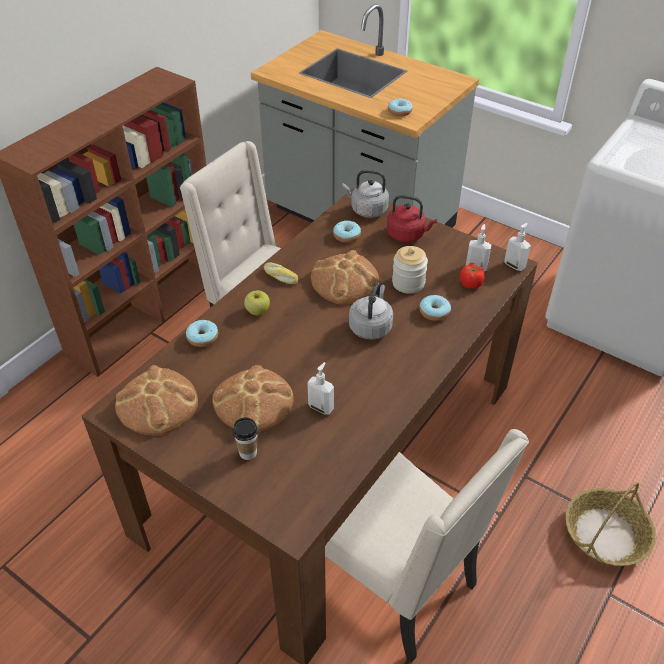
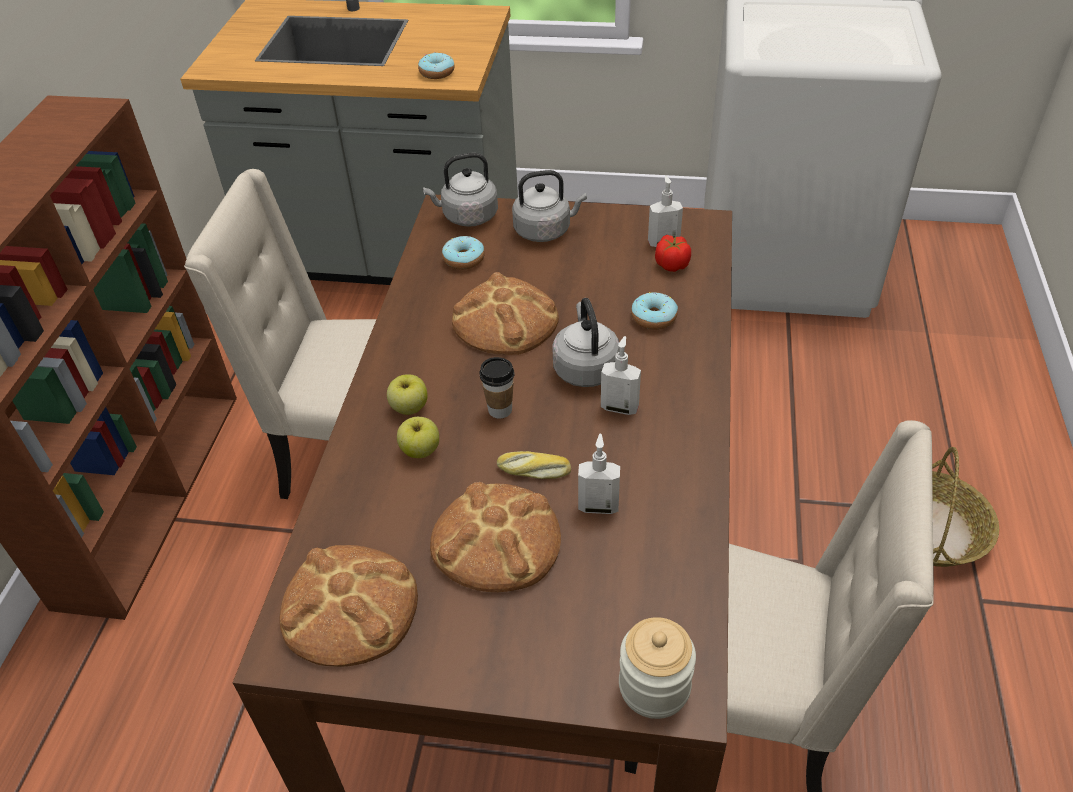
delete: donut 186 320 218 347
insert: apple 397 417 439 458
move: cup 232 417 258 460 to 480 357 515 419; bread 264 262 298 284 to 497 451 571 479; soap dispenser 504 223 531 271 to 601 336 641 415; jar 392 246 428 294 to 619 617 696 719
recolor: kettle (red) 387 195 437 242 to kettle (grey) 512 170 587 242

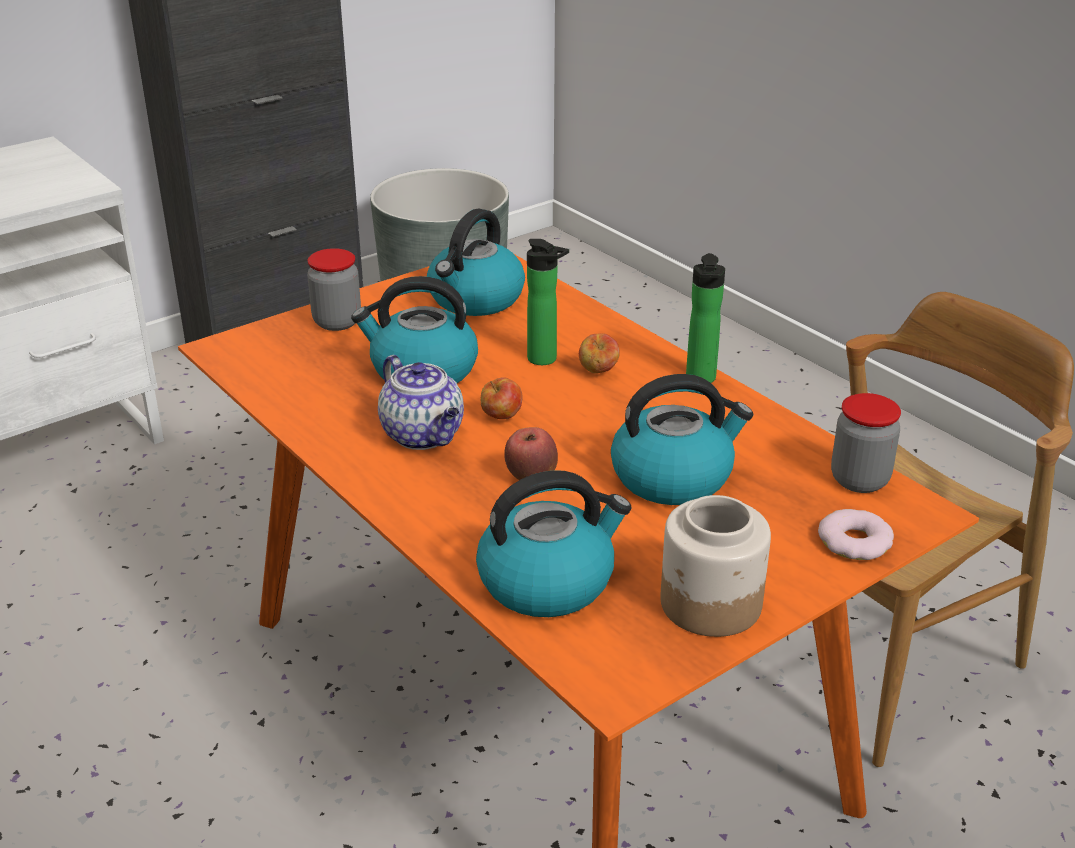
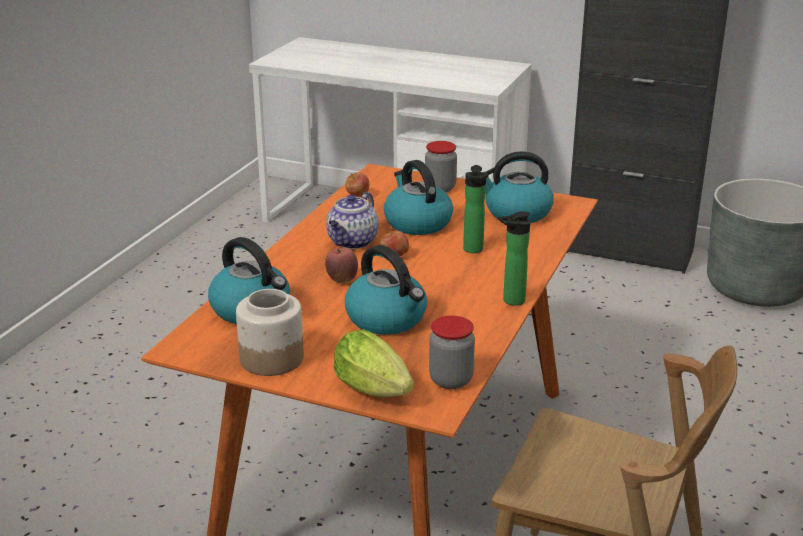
move: apple 579 333 620 374 to 345 172 369 196
replace: donut 818 509 894 560 to lettuce 334 329 414 397

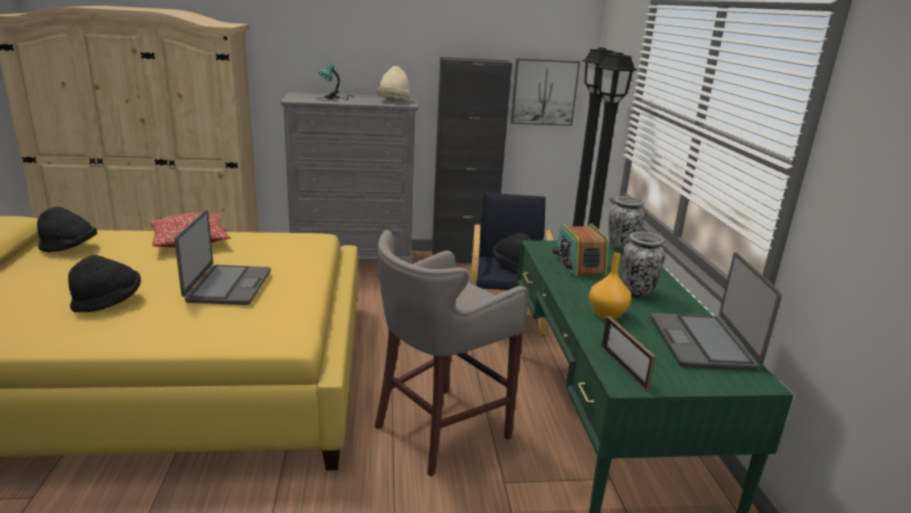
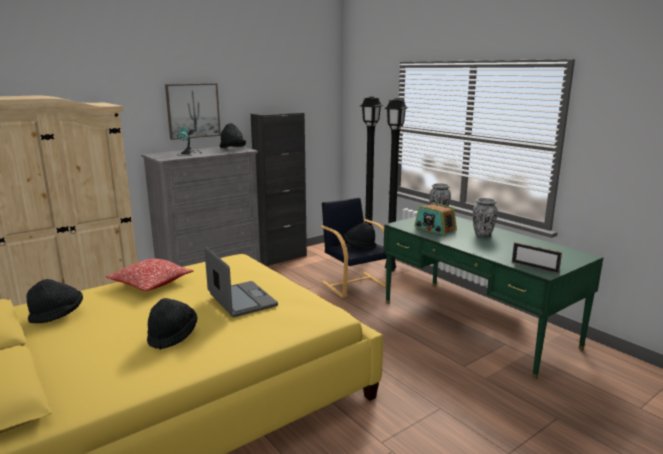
delete: stool (grey) 375 230 529 477; vase (orange) 589 253 631 319; laptop 650 252 782 370
move: picture 511 58 580 126 to 165 84 221 140
recolor: hat (beige) 377 66 410 99 to hat (black) 220 123 246 148

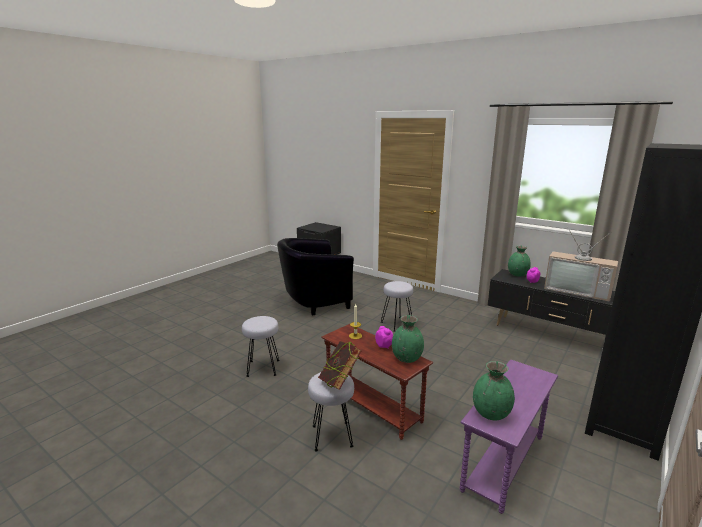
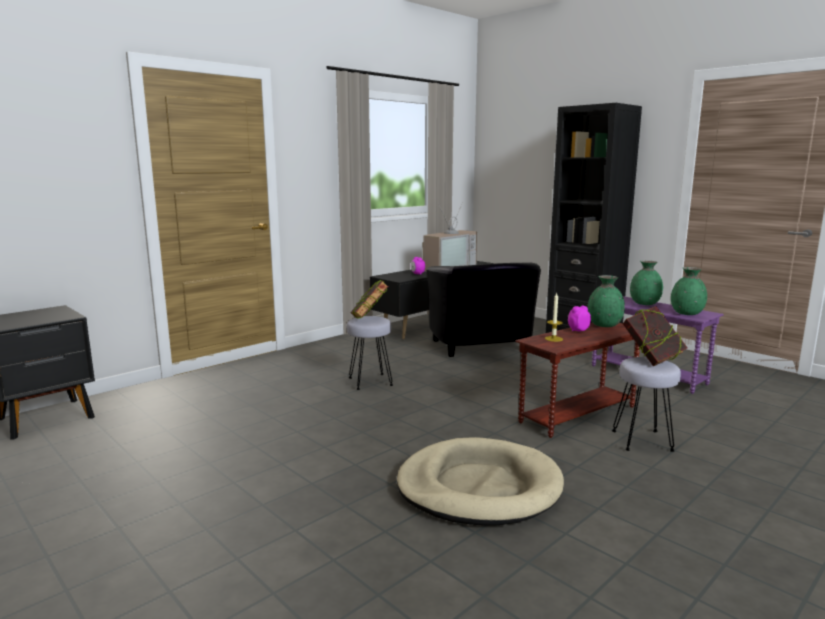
insert: book 350 280 388 319
move: armchair (black) 277 238 354 316 to 427 263 541 357; vase (green) 508 246 531 277 to 630 260 663 305
replace: stool (grey) 242 316 279 377 to dog bed (beige) 397 437 564 526

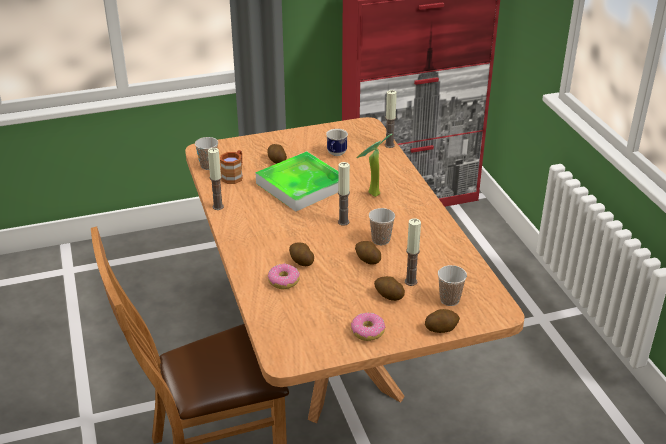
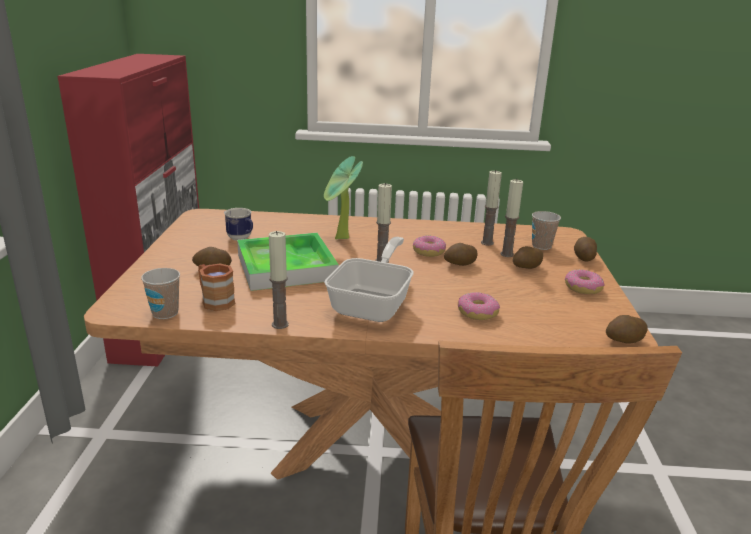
insert: frying pan 324 237 414 322
move: candle 384 90 397 148 to 481 171 502 246; potato 289 242 314 266 to 606 315 648 344
replace: cup 369 208 395 245 to donut 413 235 446 257

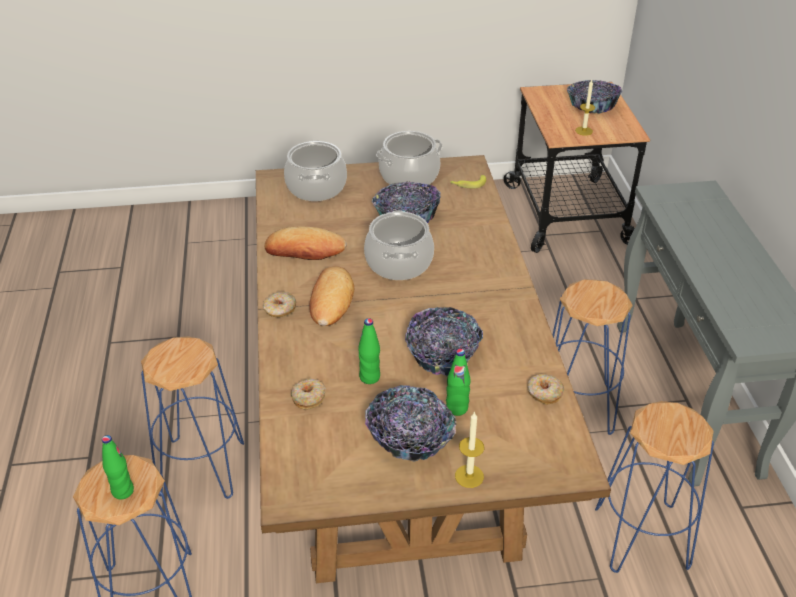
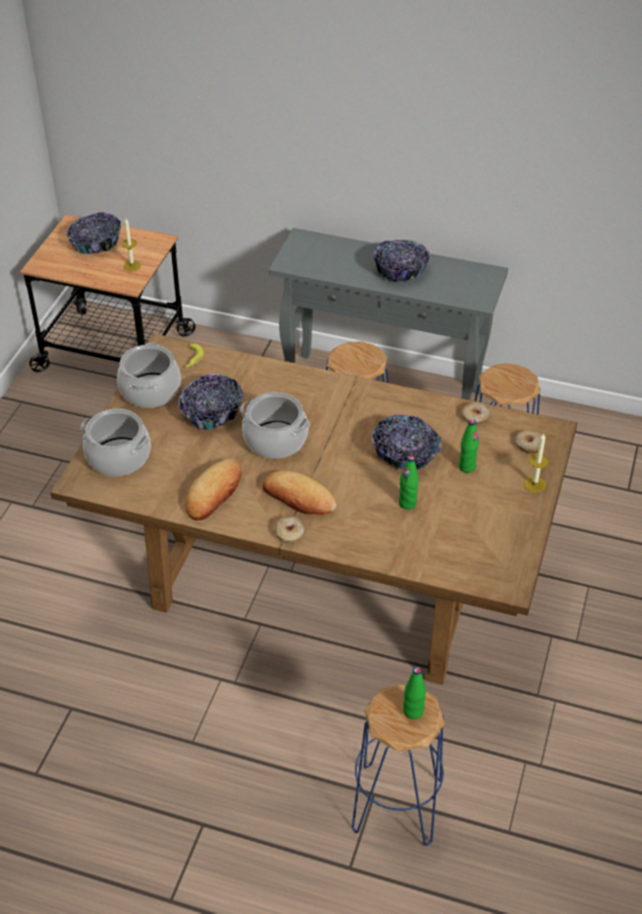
delete: stool (blue) 141 337 244 499
move: bowl 365 385 457 461 to 373 240 431 282; donut 291 379 326 410 to 516 430 546 454

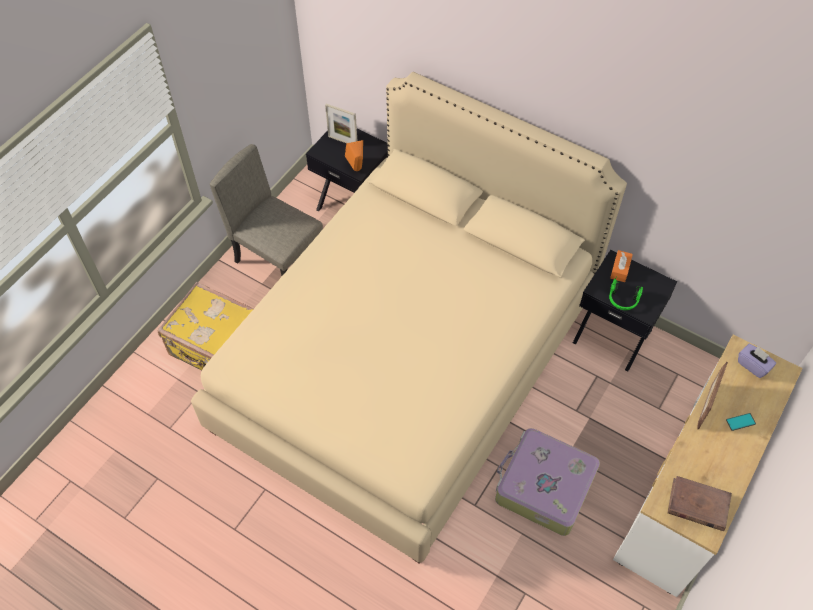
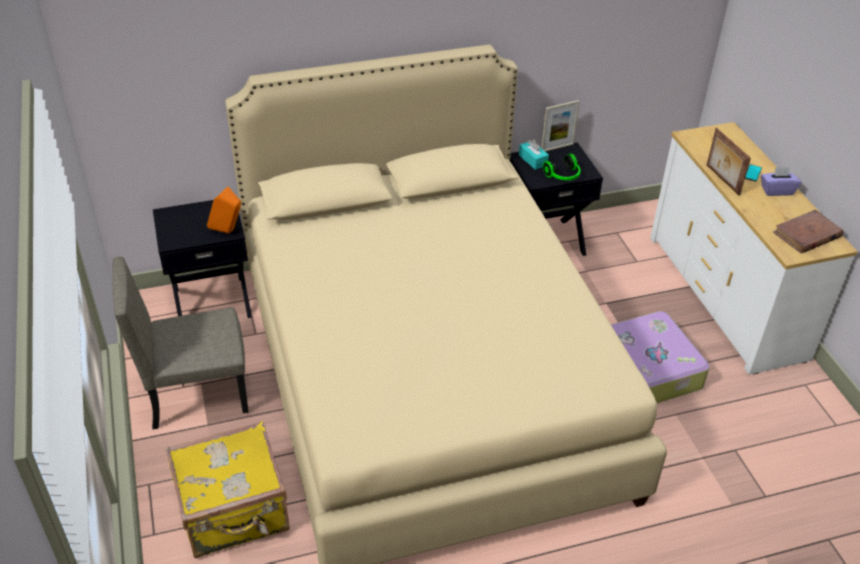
move: picture frame 325 104 357 143 to 541 100 580 152; tissue box (purple) 738 344 776 378 to 761 167 801 196
recolor: tissue box (orange) 610 250 633 282 to tissue box (turquoise) 519 139 549 170

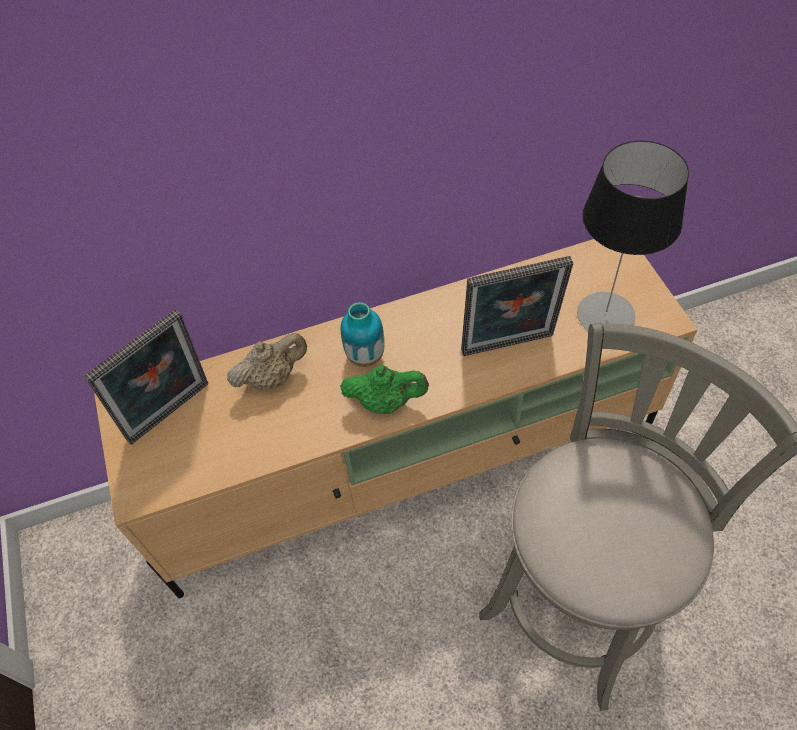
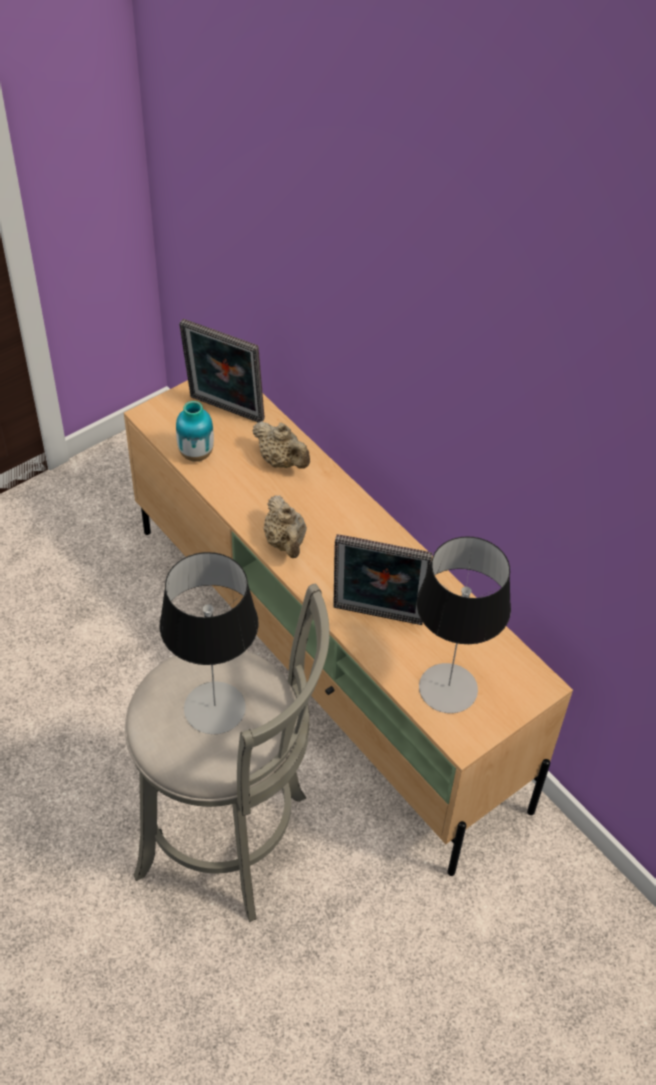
insert: table lamp 160 552 259 734
move: vase 341 302 385 367 to 176 401 214 462
recolor: teapot (green) 340 365 429 414 to teapot (beige) 263 495 307 558
rotate: picture frame 461 256 573 356 = 333 534 432 625 45 degrees counterclockwise

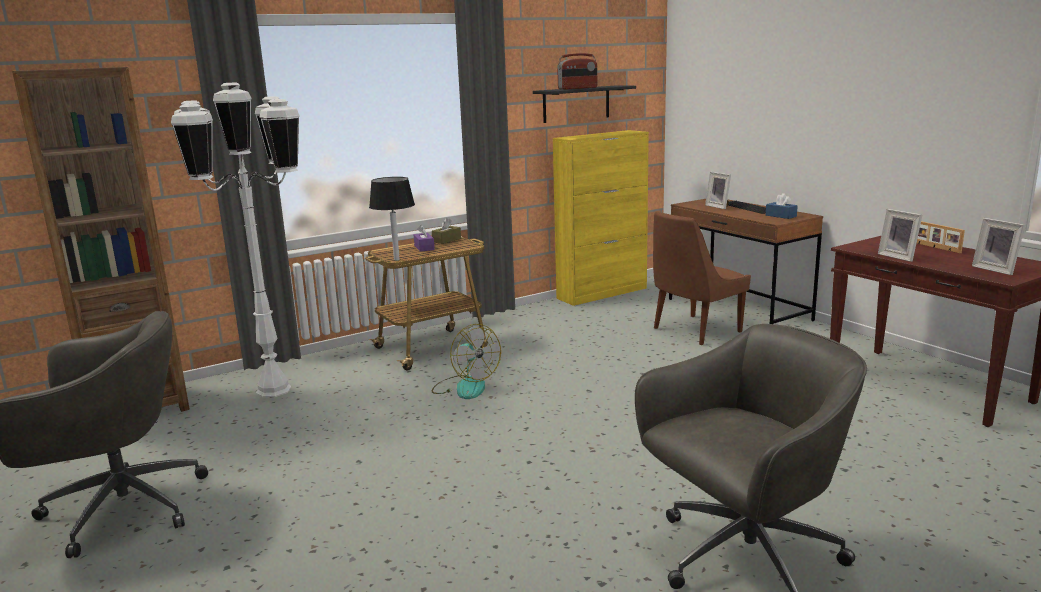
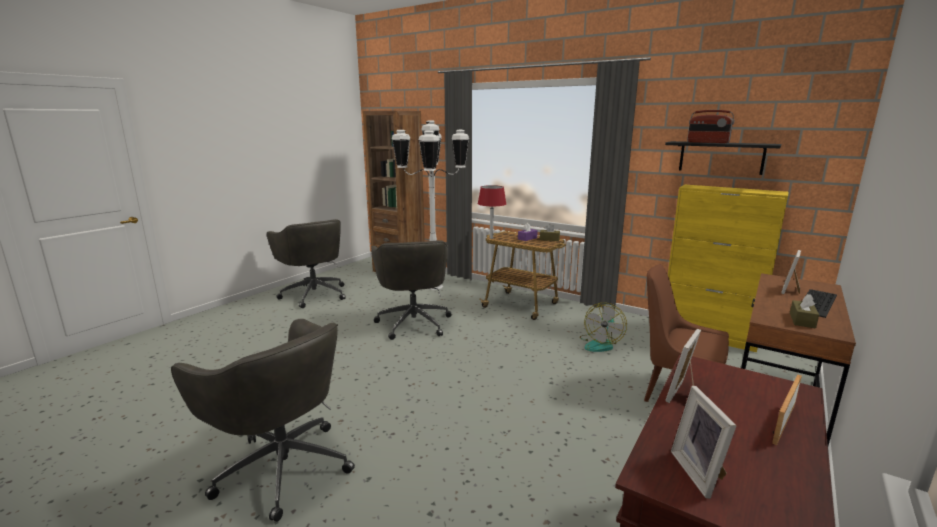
insert: office chair (grey) 371 240 452 340
move: fan 432 324 501 399 to 580 303 627 352
recolor: table lamp (black) 369 177 415 261 to table lamp (red) 478 185 506 239; tissue box (blue) 766 193 798 219 to tissue box (brown) 790 294 819 329
rotate: picture frame 972 218 1025 275 = 671 386 737 499 45 degrees counterclockwise

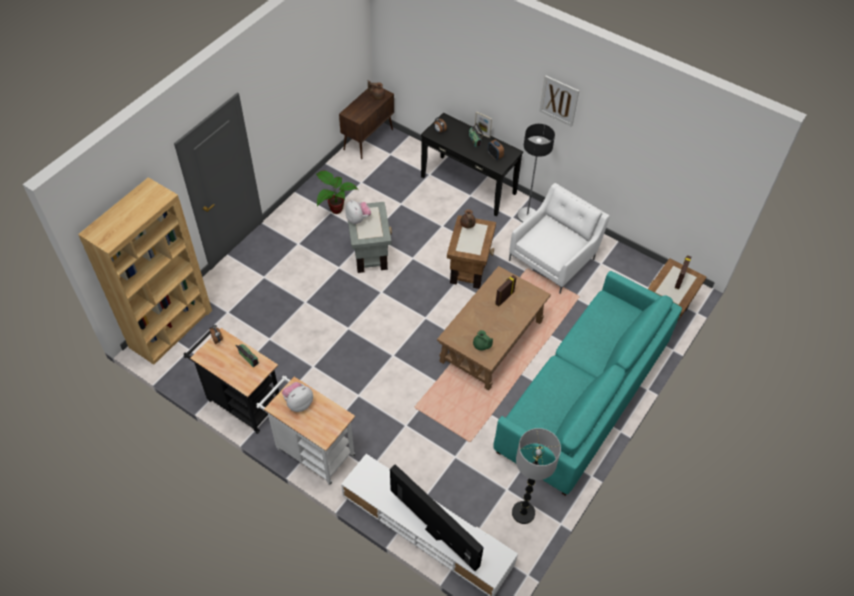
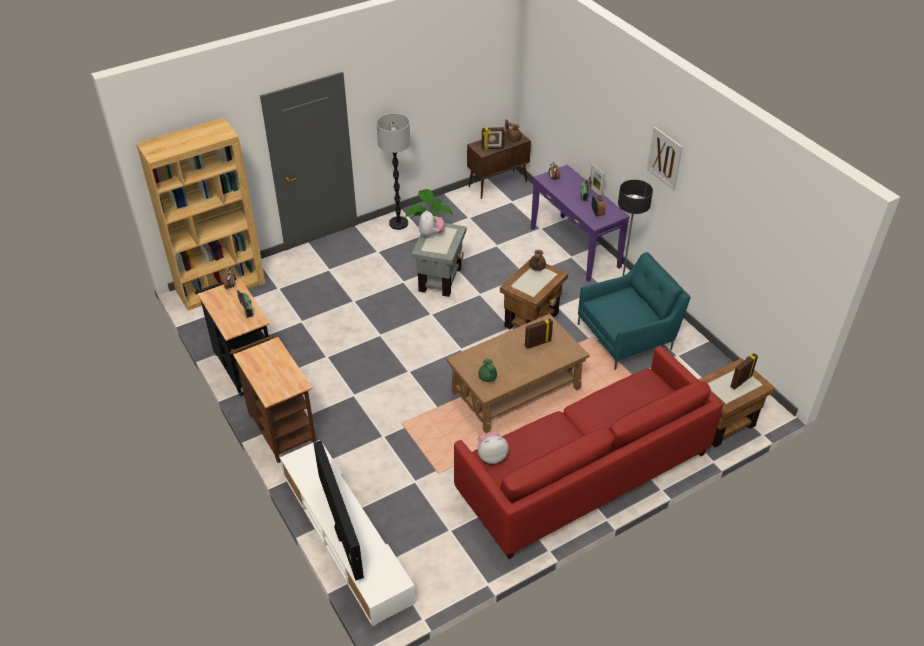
insert: picture frame 482 127 505 149
move: floor lamp 512 428 561 524 to 377 113 410 230; plush toy 282 382 313 412 to 477 432 509 464
recolor: cart (white) 256 376 355 485 to cart (brown) 230 334 316 463; sofa (turquoise) 493 271 682 496 to sofa (red) 454 346 723 559; console table (black) 421 113 523 216 to console table (purple) 531 165 630 282; armchair (white) 509 183 610 294 to armchair (turquoise) 578 252 691 370

